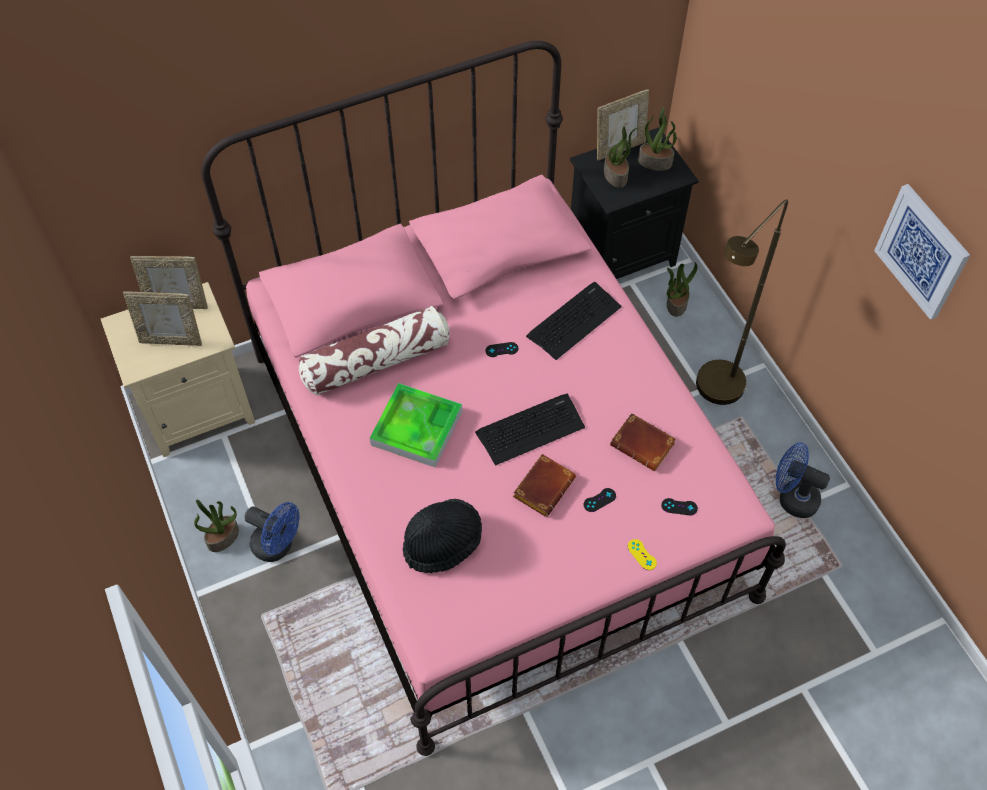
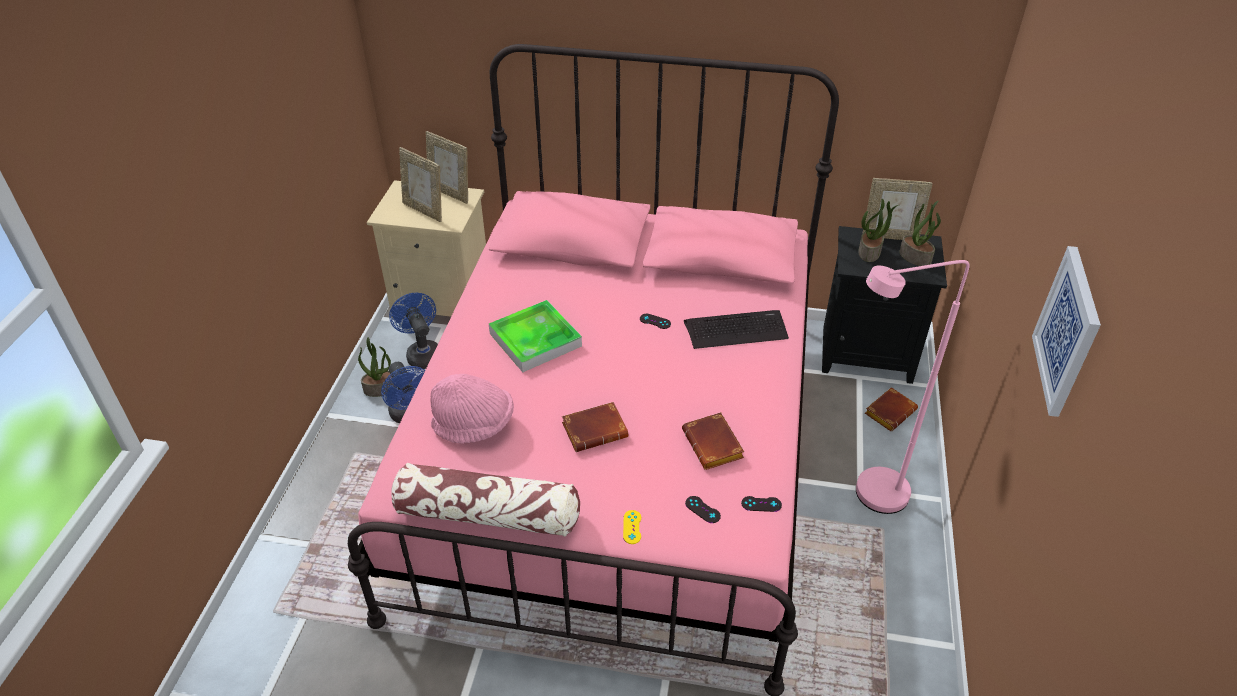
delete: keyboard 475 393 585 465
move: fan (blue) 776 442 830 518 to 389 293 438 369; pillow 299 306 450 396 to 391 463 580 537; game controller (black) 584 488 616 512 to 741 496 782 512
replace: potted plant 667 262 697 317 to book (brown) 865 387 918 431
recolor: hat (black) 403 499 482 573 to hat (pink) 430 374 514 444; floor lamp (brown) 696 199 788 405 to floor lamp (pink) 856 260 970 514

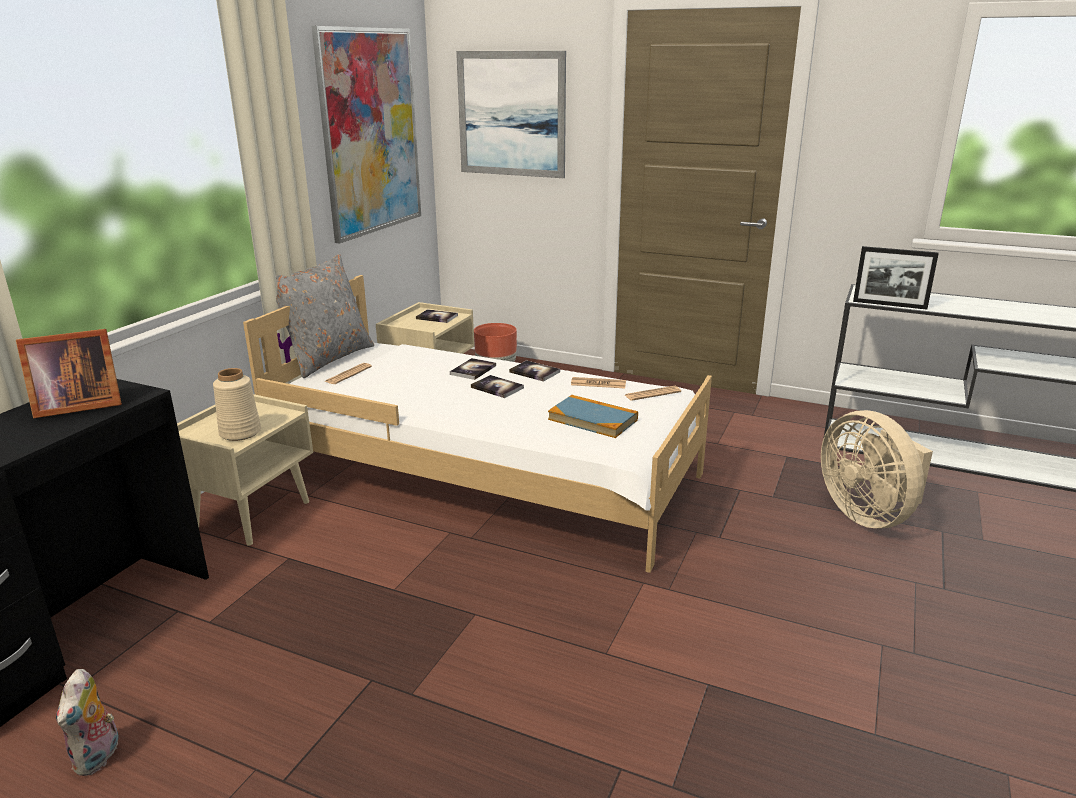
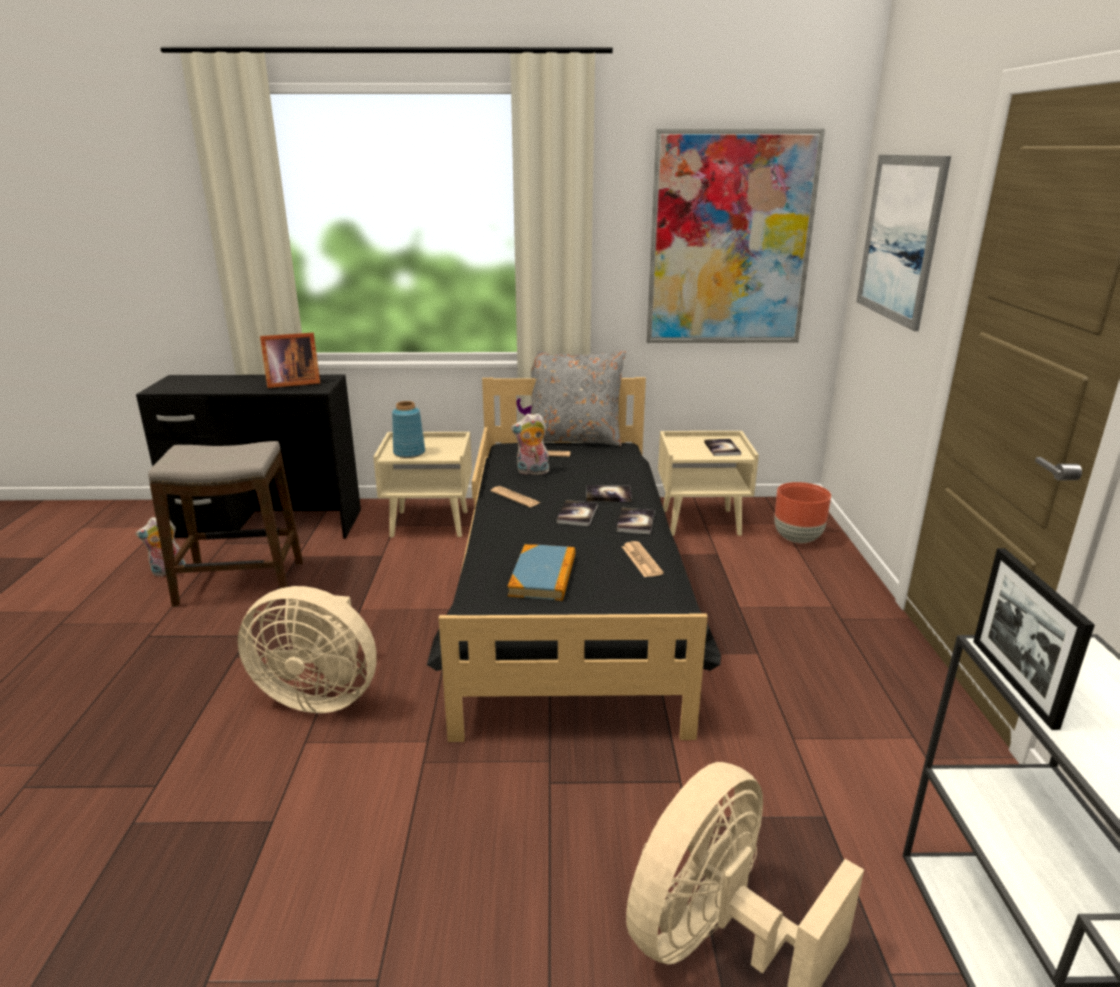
insert: stool 148 441 303 607; fan (beige) 237 586 377 713; plush toy 511 413 549 475
move: newspaper 625 386 681 401 to 491 486 540 507
recolor: vase (beige) 213 368 261 441 to vase (blue) 392 401 425 458; bed (white) 243 275 712 573 to bed (black) 427 377 721 742
rotate: picture frame 16 329 122 418 = 260 333 320 388 60 degrees counterclockwise

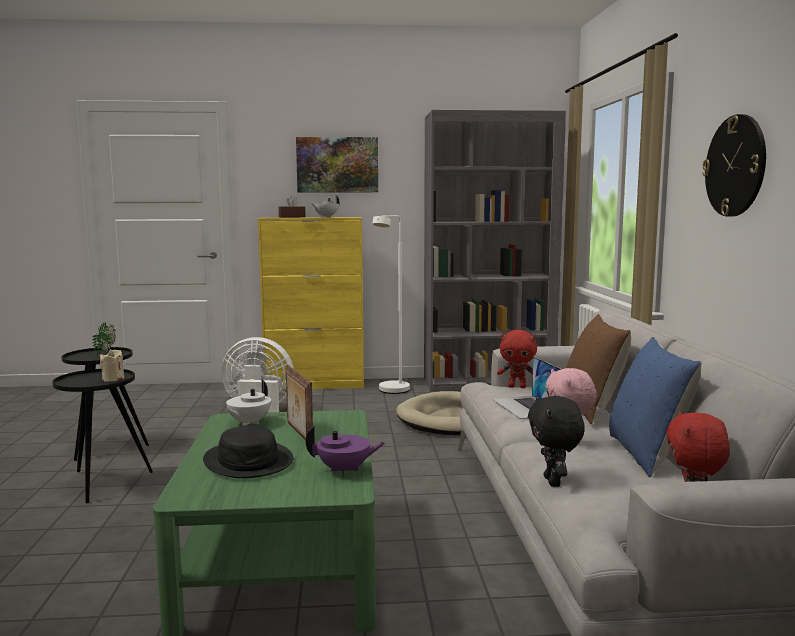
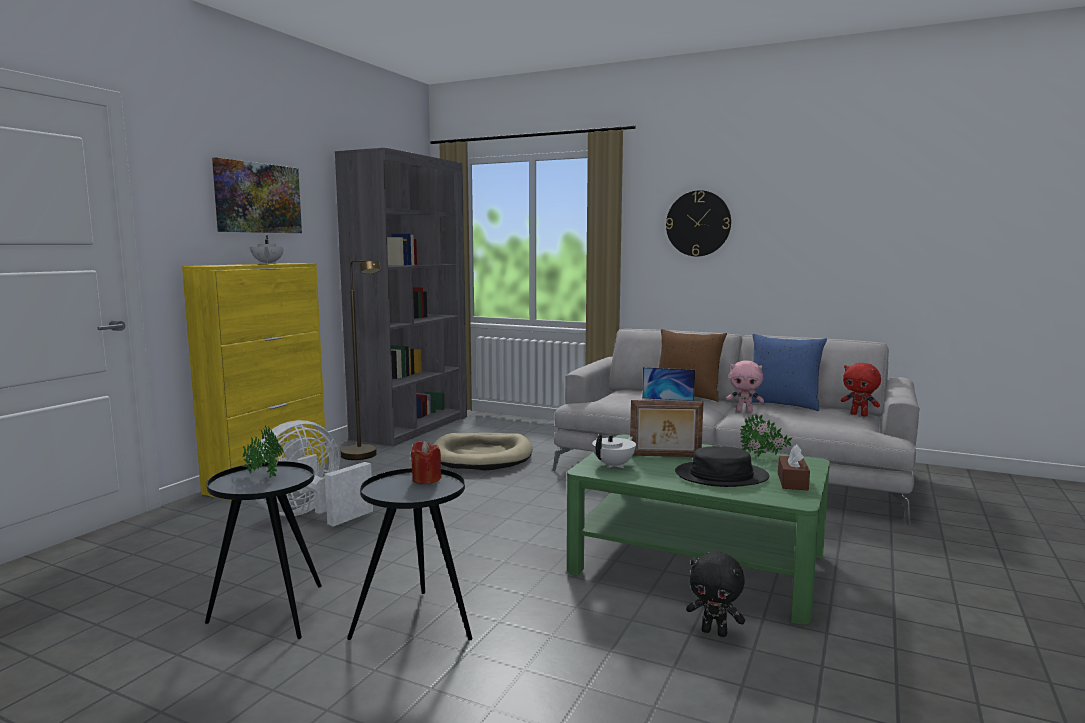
delete: plush toy (red) 497 330 537 388
move: plush toy (black) 528 396 585 487 to 686 552 745 637; tissue box (brown) 279 196 306 218 to 778 445 810 490
replace: teapot (purple) 306 425 385 476 to potted plant 740 414 792 457
recolor: floor lamp (white) 372 215 410 394 to floor lamp (brown) 341 260 381 460; candle (beige) 100 349 125 382 to candle (red) 411 441 441 484
rotate: teapot (white) 226 380 271 426 = 592 433 636 468 105 degrees counterclockwise

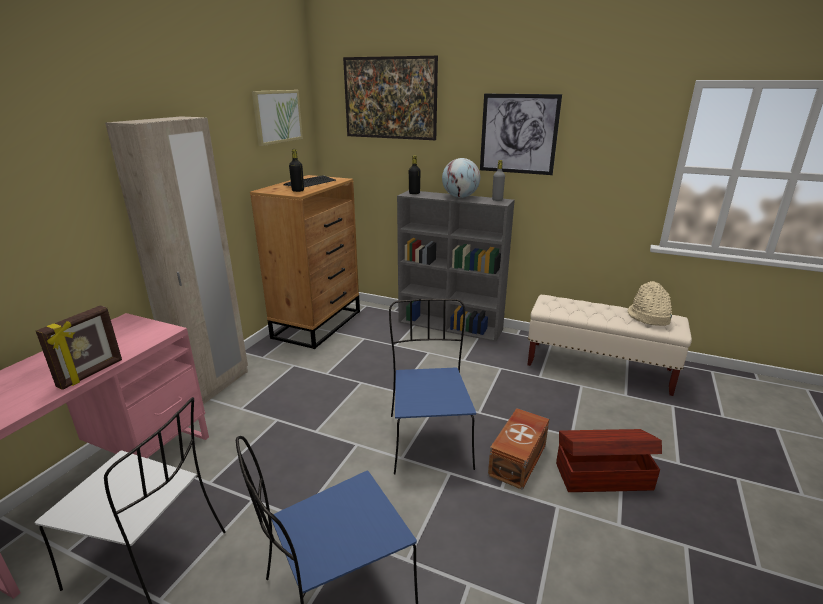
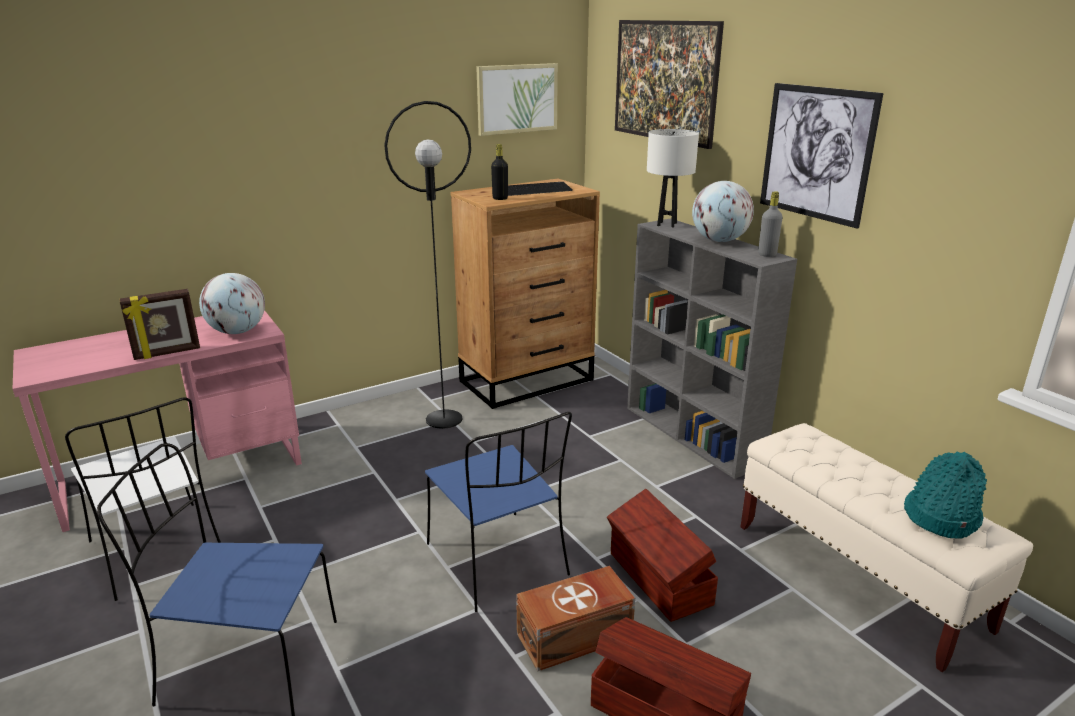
delete: wardrobe (beige) 105 116 248 404
insert: globe 199 273 265 334; floor lamp (black) 384 101 471 429; storage box (brown) 607 489 718 622
replace: bottle (black) 409 155 421 194 to table lamp (white) 647 129 699 227
recolor: hat (beige) 628 281 672 326 to hat (turquoise) 904 451 987 539
rotate: chair (blue) 389 299 476 475 = 425 412 572 612 120 degrees clockwise

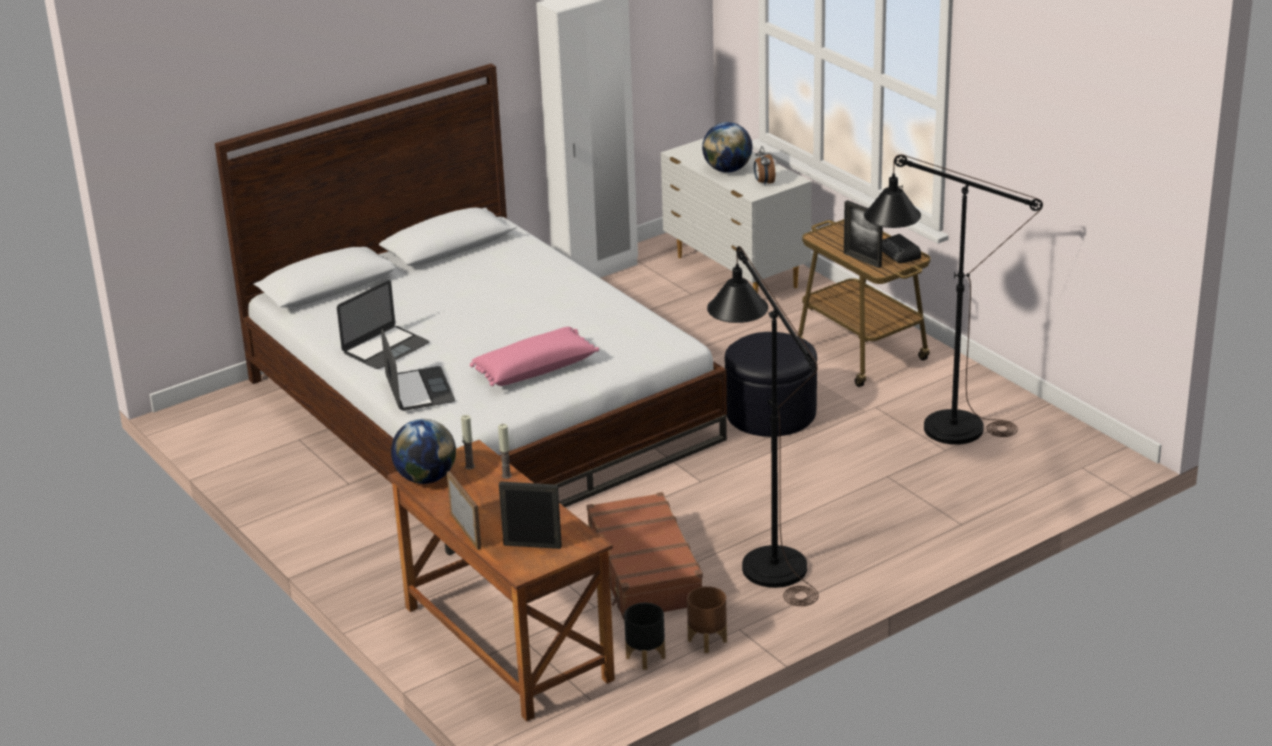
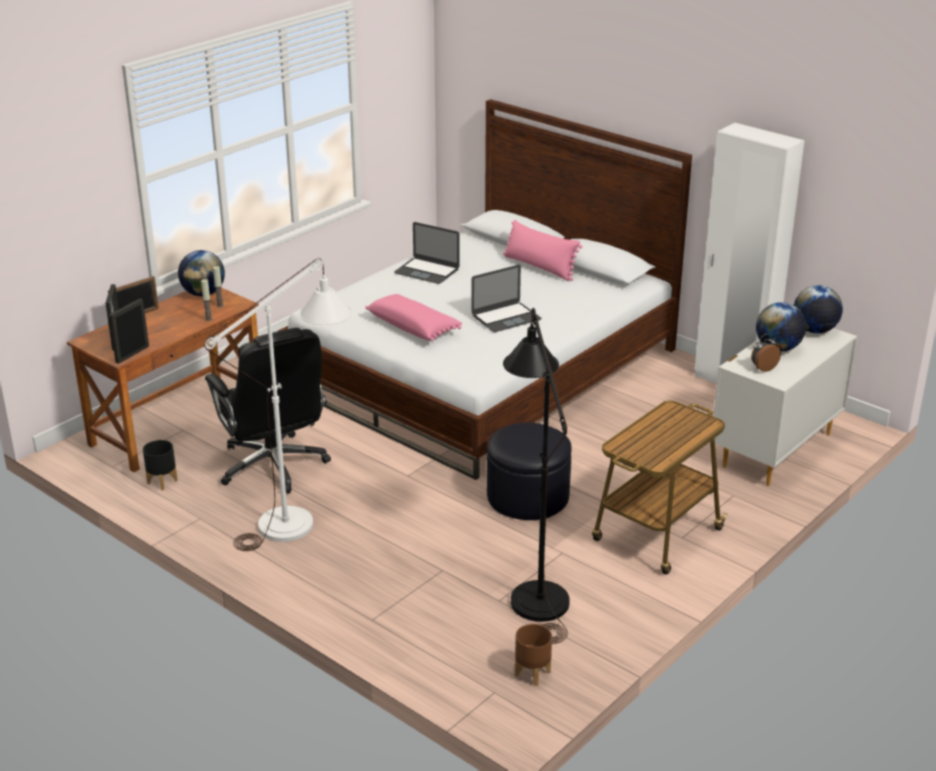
delete: radio 882 234 921 263
insert: pillow (pink) 503 220 583 281; globe 794 285 843 333
move: picture frame 844 200 883 268 to 109 299 149 364; laptop 381 329 455 411 to 472 265 541 332; planter (brown) 687 586 727 653 to 515 624 552 686
replace: suitcase (brown) 587 492 703 620 to office chair (black) 205 328 331 494
recolor: floor lamp (black) 707 246 818 606 to floor lamp (white) 205 258 352 551

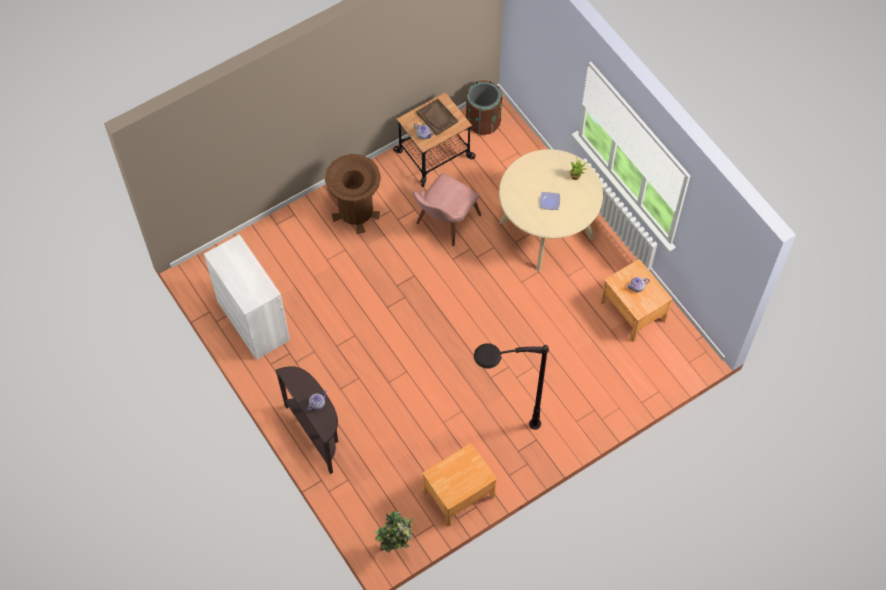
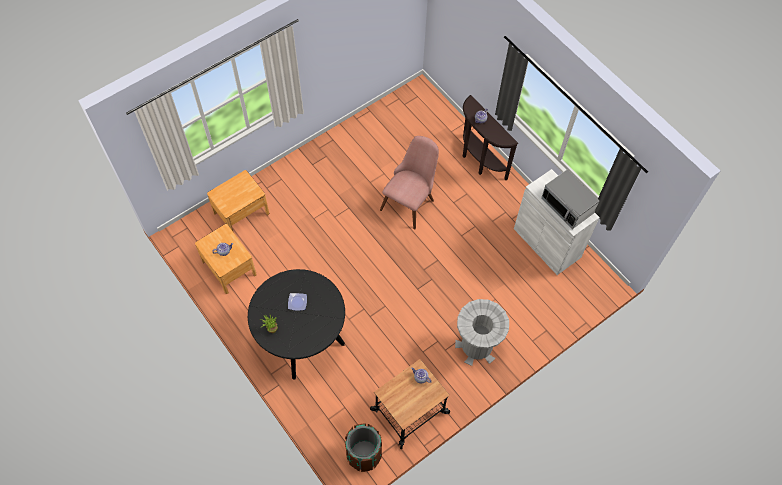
delete: potted plant 374 511 414 553; tray (brown) 417 98 458 135; floor lamp (black) 474 344 549 430
insert: microwave 541 170 599 229
move: nightstand (brown) 423 443 497 526 to 207 170 269 231; chair (pink) 413 173 481 246 to 380 136 439 230
recolor: dining table (beige) 499 149 603 271 to dining table (black) 248 269 345 379; trash can (brown) 325 154 381 234 to trash can (grey) 455 299 509 366

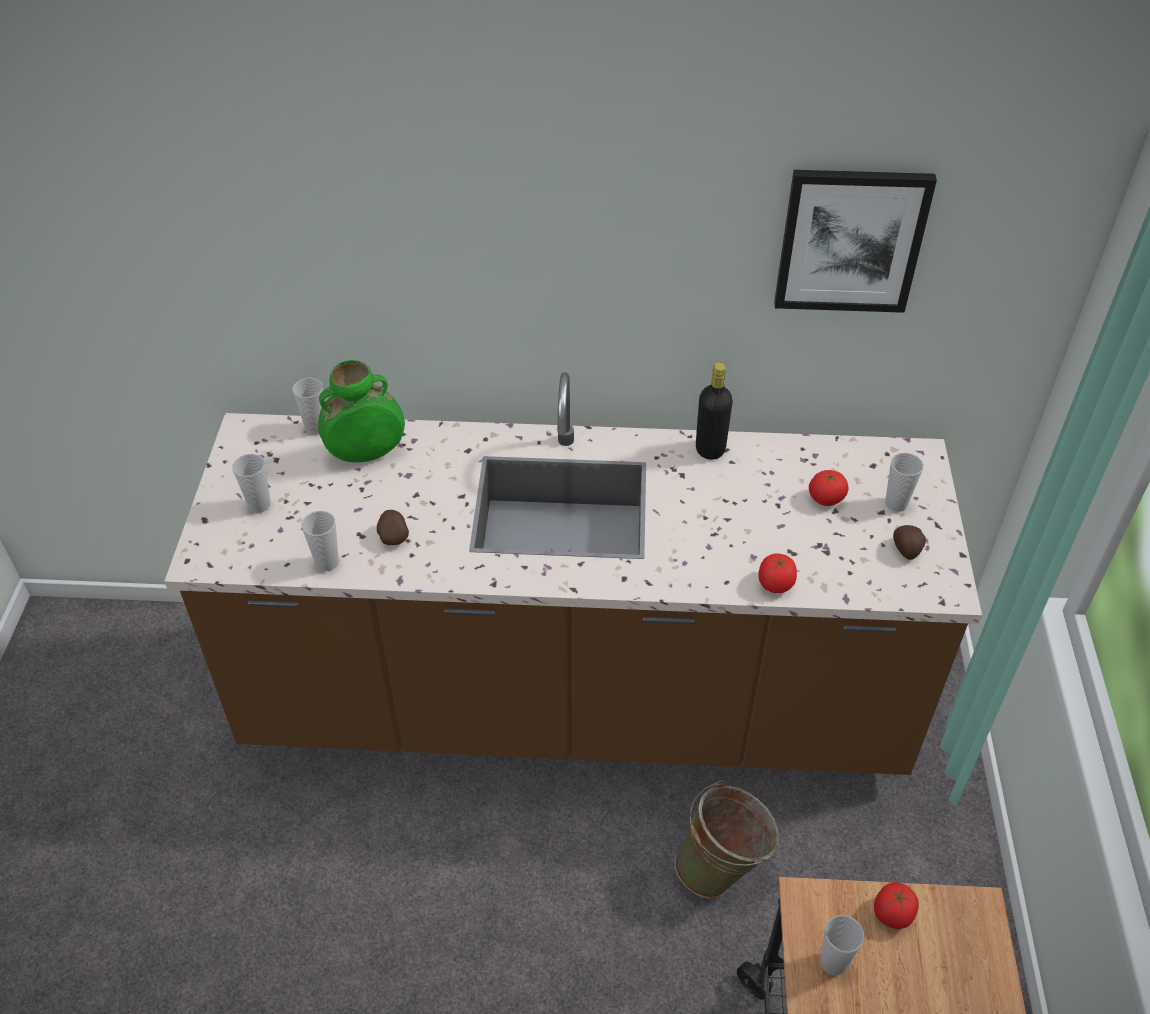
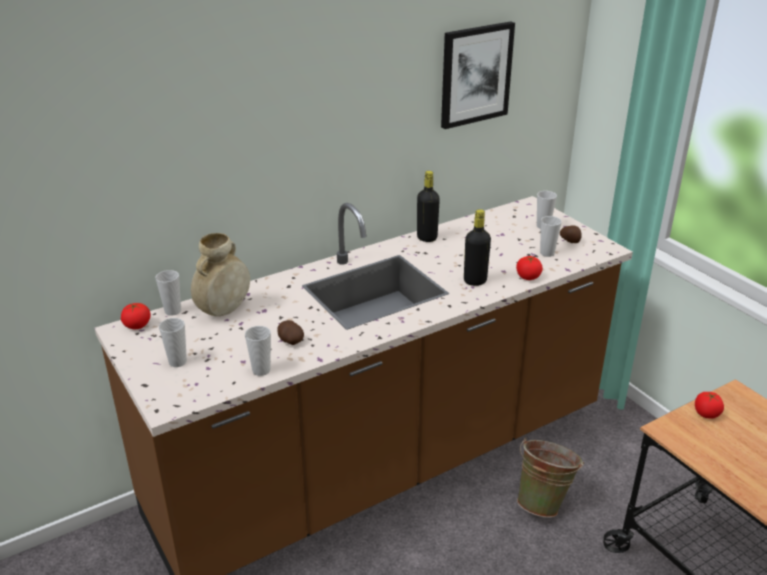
insert: bottle (black) 464 209 491 286
move: tomato 809 470 848 506 to 121 303 151 329; cup 821 915 864 976 to 540 216 562 257
recolor: vase (green) 318 360 405 462 to vase (beige) 191 233 250 316

